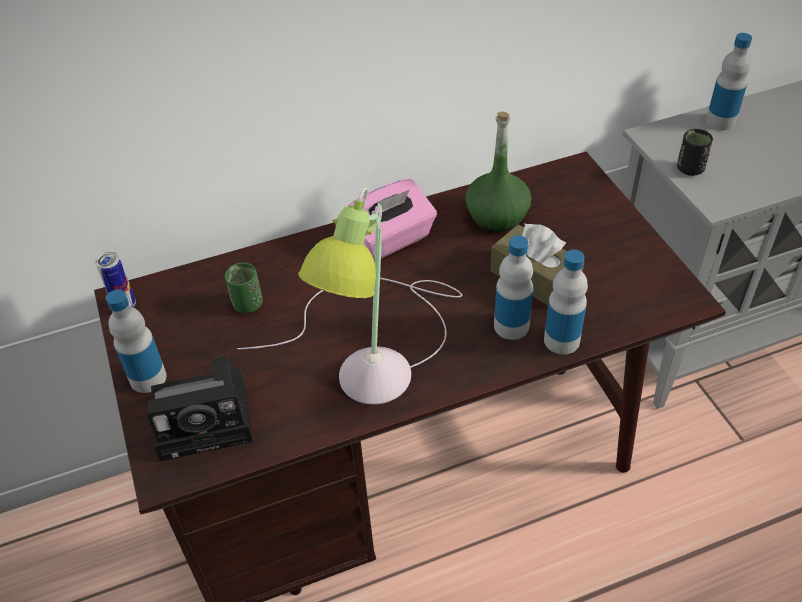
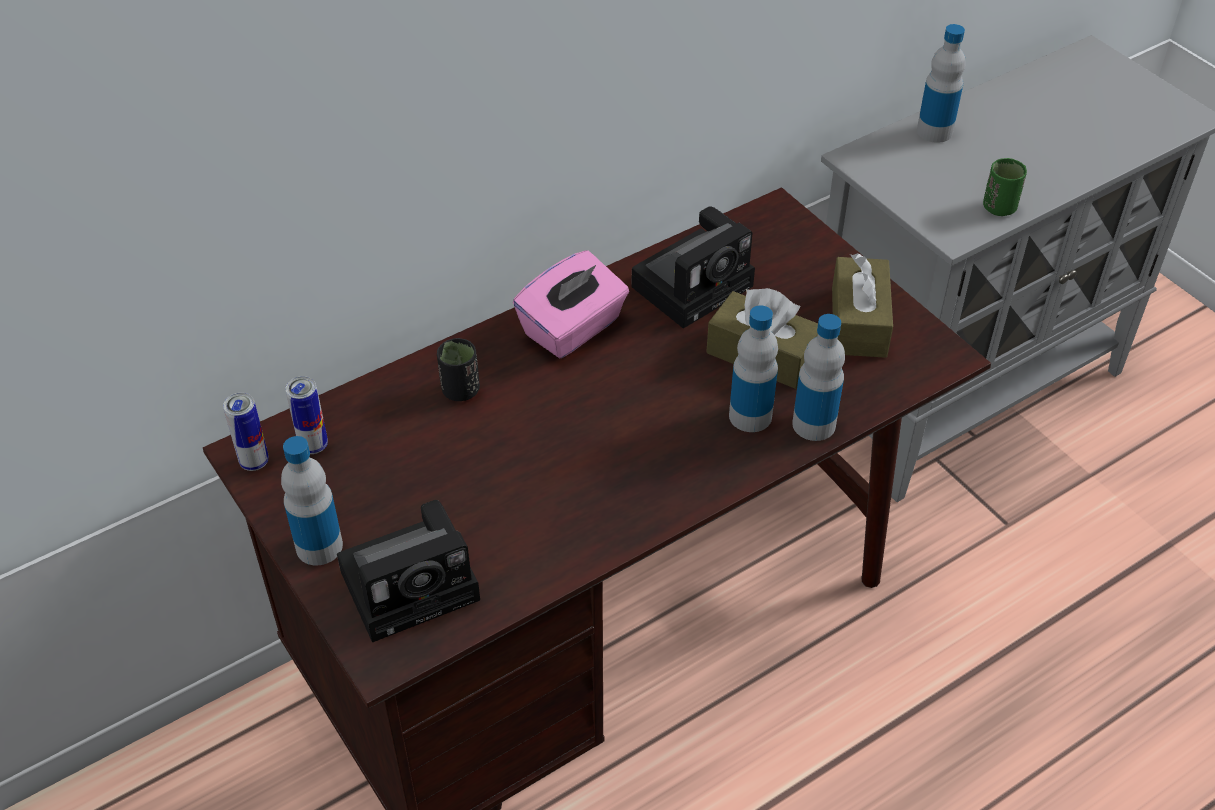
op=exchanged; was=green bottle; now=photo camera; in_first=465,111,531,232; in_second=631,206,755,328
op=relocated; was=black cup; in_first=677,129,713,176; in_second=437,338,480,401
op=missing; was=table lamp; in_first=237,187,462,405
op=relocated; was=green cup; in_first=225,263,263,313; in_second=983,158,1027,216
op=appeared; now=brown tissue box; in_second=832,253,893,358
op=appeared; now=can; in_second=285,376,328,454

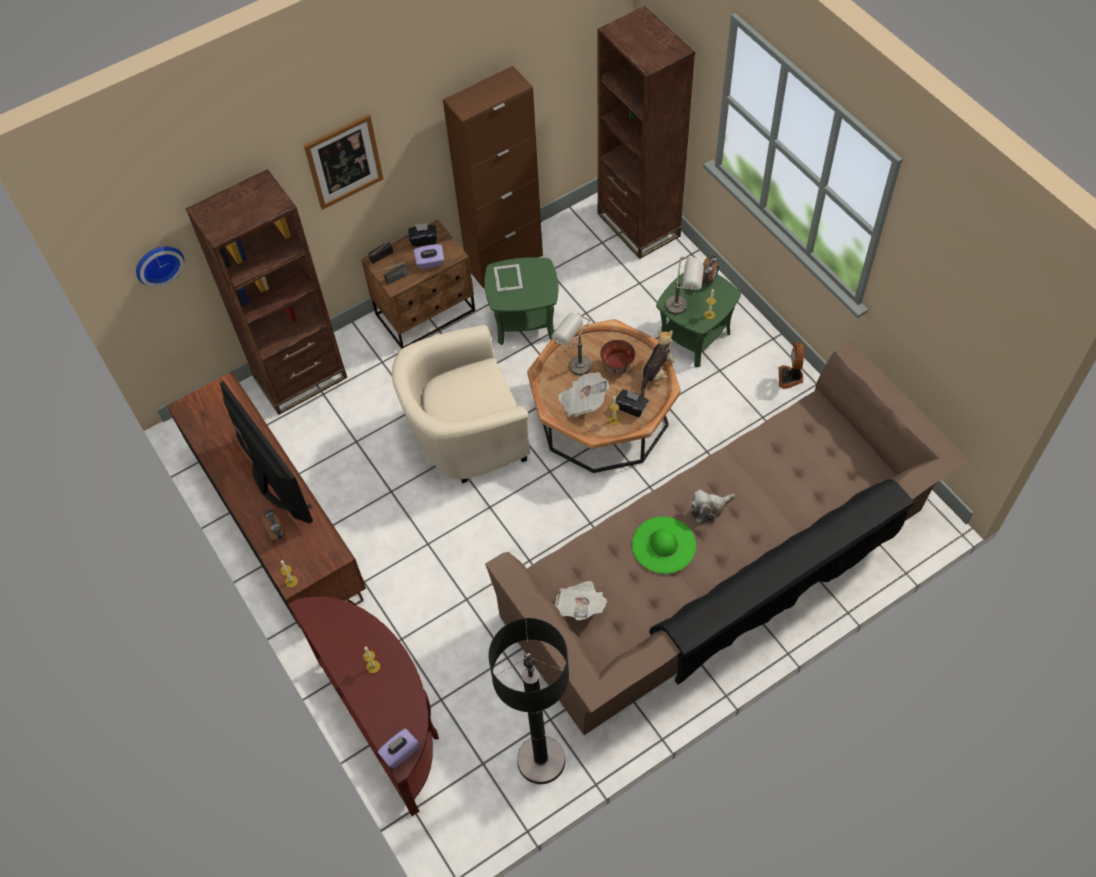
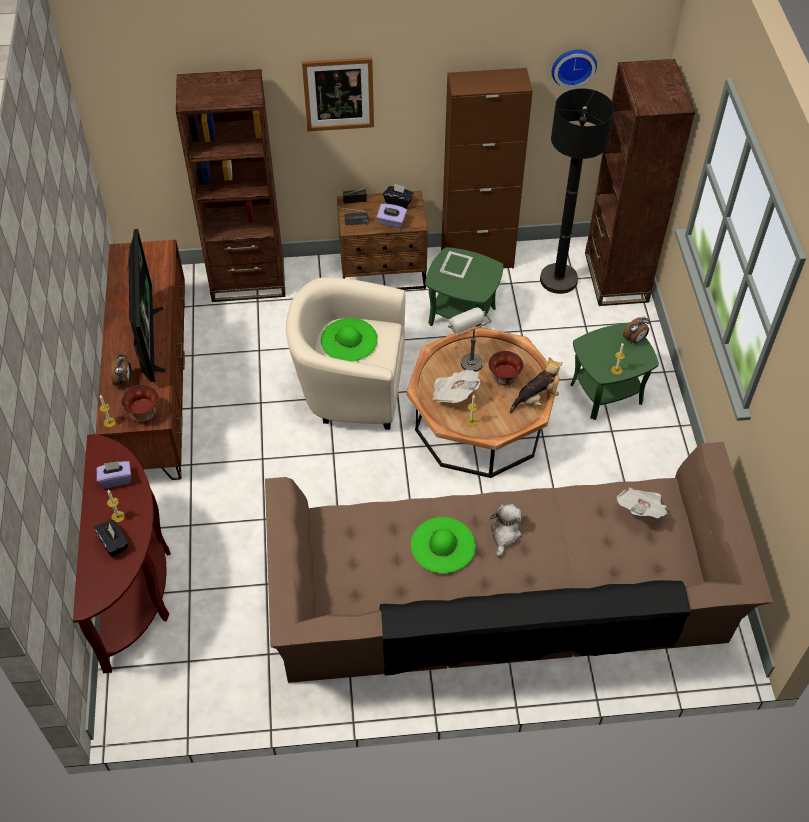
op=relocated; was=wall clock; in_first=136,246,184,287; in_second=552,49,597,89
op=missing; was=grey table lamp; in_first=665,257,704,314
op=missing; was=fan; in_first=779,342,804,389
op=relocated; was=black tissue box; in_first=616,390,649,417; in_second=94,520,128,557
op=spun; was=plush toy; in_first=690,490,735,524; in_second=490,504,522,557; clockwise=105
op=relocated; was=newspaper; in_first=555,581,608,620; in_second=616,488,668,518
op=relocated; was=black floor lamp; in_first=488,618,569,784; in_second=540,88,614,294
op=relocated; was=purple tissue box; in_first=378,729,419,769; in_second=97,461,131,489
op=appeared; now=green hat; in_second=321,318,378,362
op=appeared; now=bowl; in_second=121,385,158,422

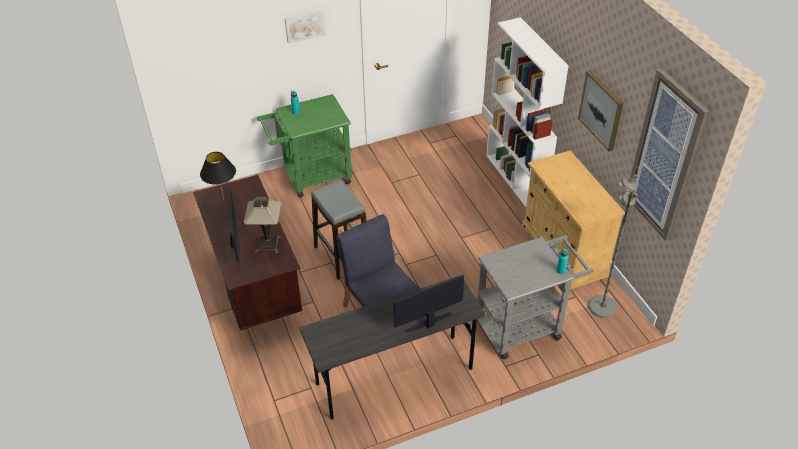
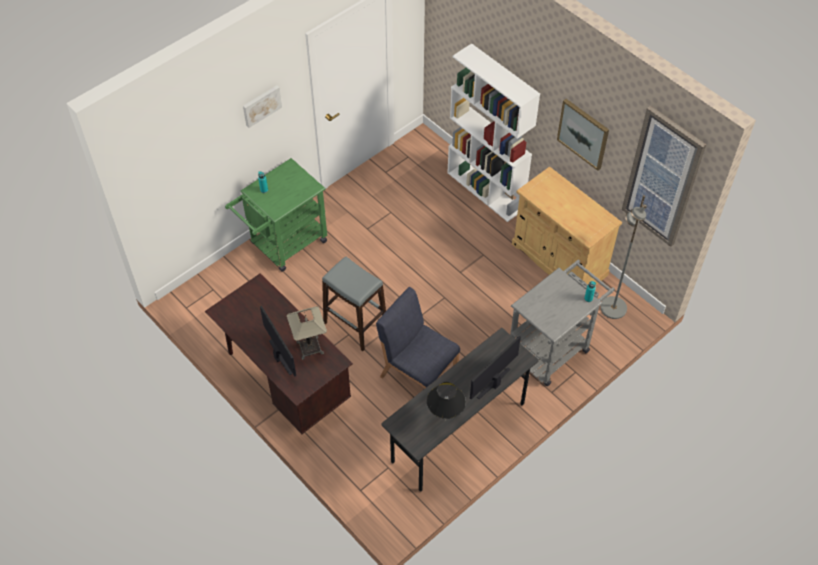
op=relocated; was=black table lamp; in_first=200,152,236,199; in_second=427,382,466,420

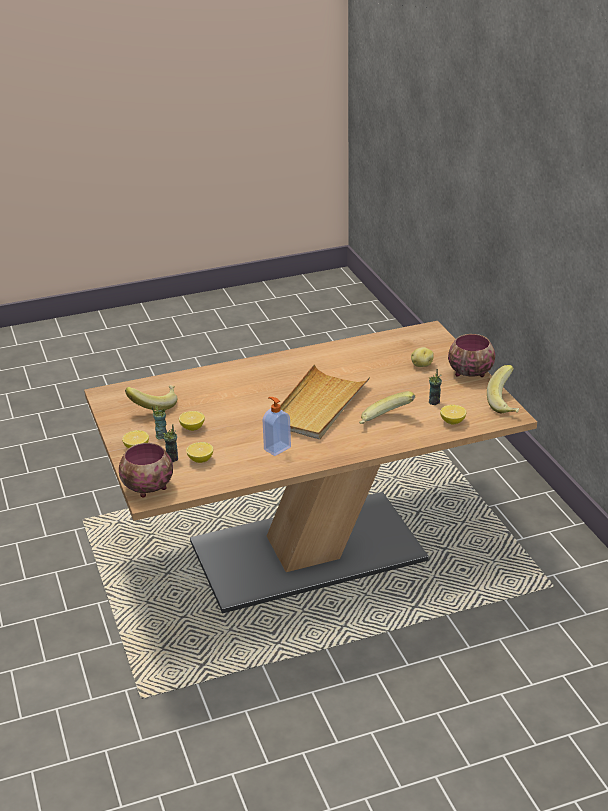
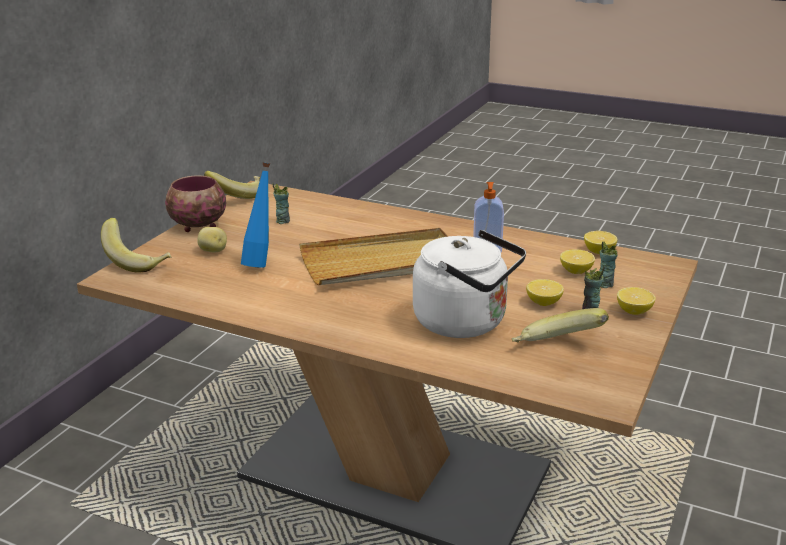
op=relocated; was=banana; in_first=359,391,415,424; in_second=101,218,171,273
op=relocated; was=lemon; in_first=440,405,466,425; in_second=584,231,617,254
op=missing; was=bowl; in_first=119,443,173,498
op=appeared; now=blue bottle; in_second=241,162,270,268
op=appeared; now=white kettle; in_second=413,230,526,338

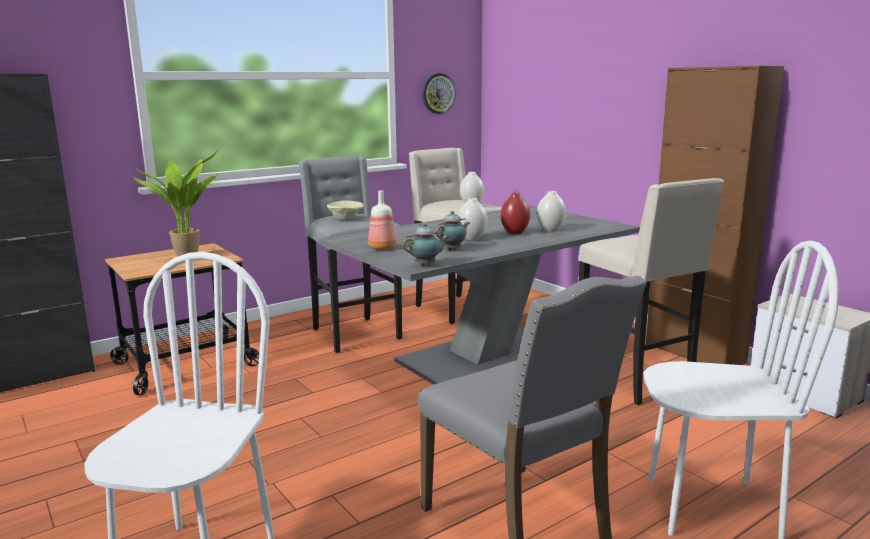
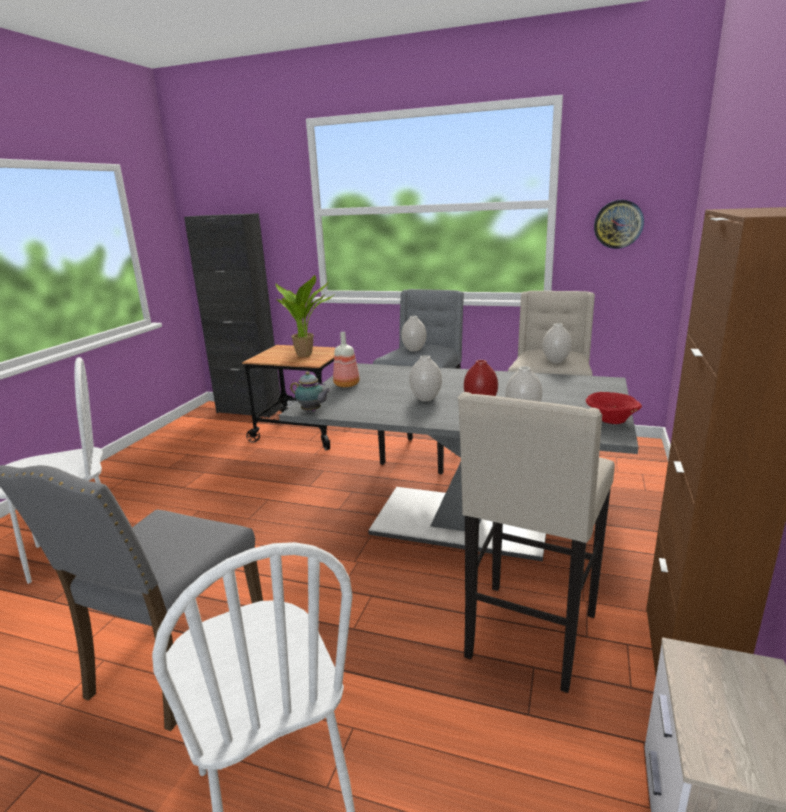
op=exchanged; was=beige bowl; now=white vase; in_first=327,200,364,220; in_second=401,316,426,352
op=missing; was=teapot; in_first=436,211,469,251
op=appeared; now=red bowl; in_second=586,392,642,424

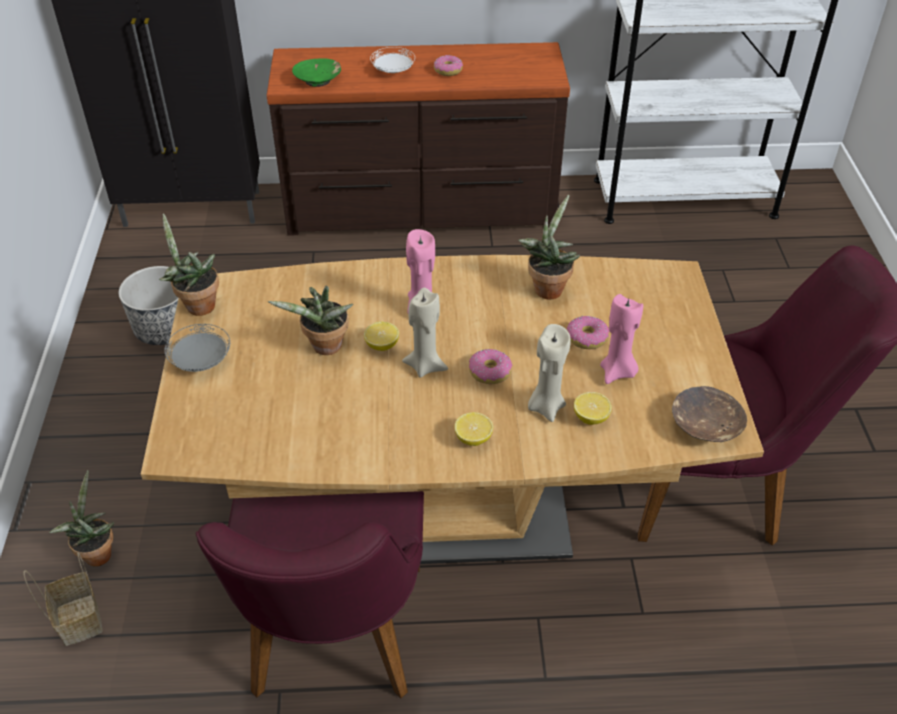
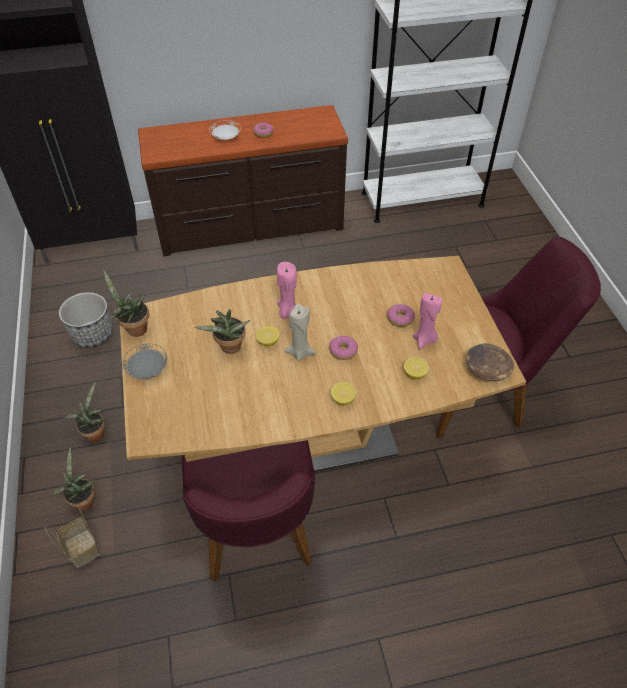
op=missing; was=green bowl; in_first=292,58,341,87
op=relocated; was=potted plant; in_first=518,195,580,300; in_second=64,382,106,442
op=missing; was=beige candle; in_first=528,324,571,422

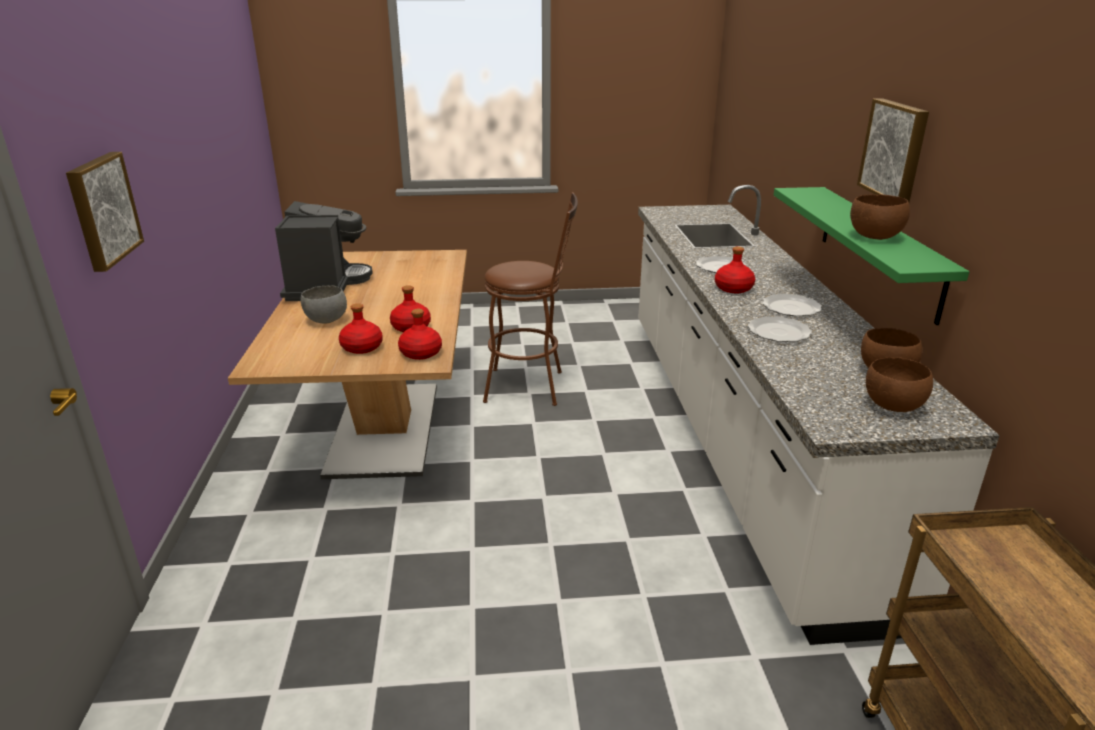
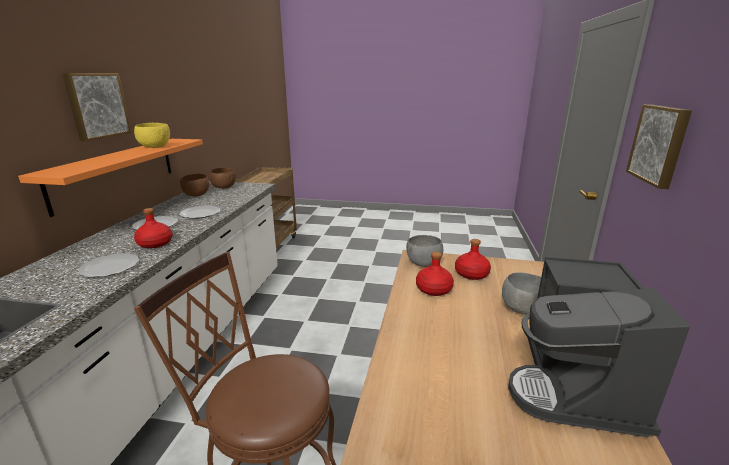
op=colour; was=green shelf; now=orange shelf; in_first=774,187,969,325; in_second=18,139,203,217
op=colour; was=brown bowl; now=yellow bowl; in_first=850,194,910,240; in_second=134,123,170,148
op=exchanged; was=red bottle; now=grey bowl; in_first=398,309,442,360; in_second=406,235,443,267

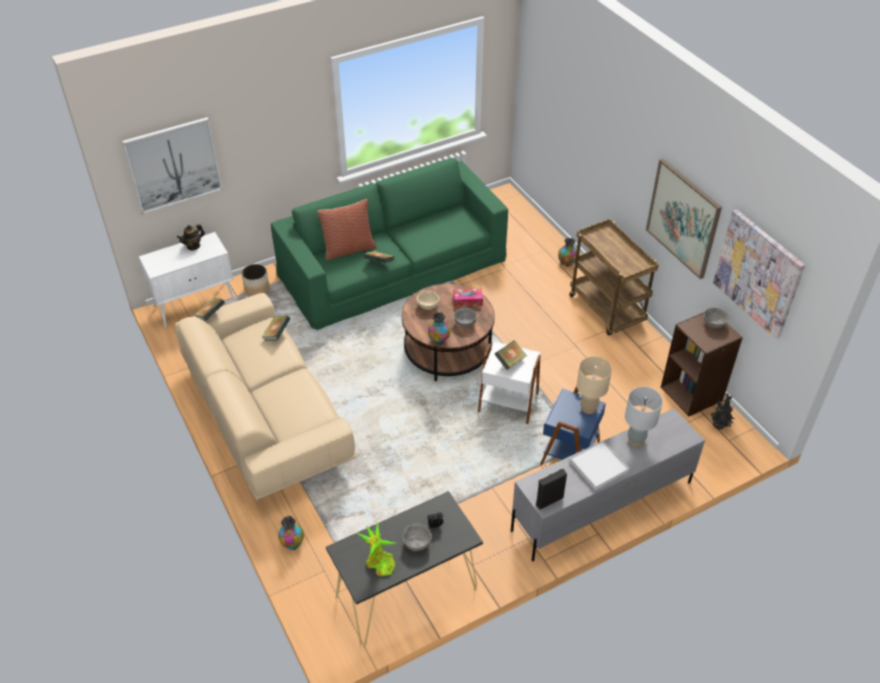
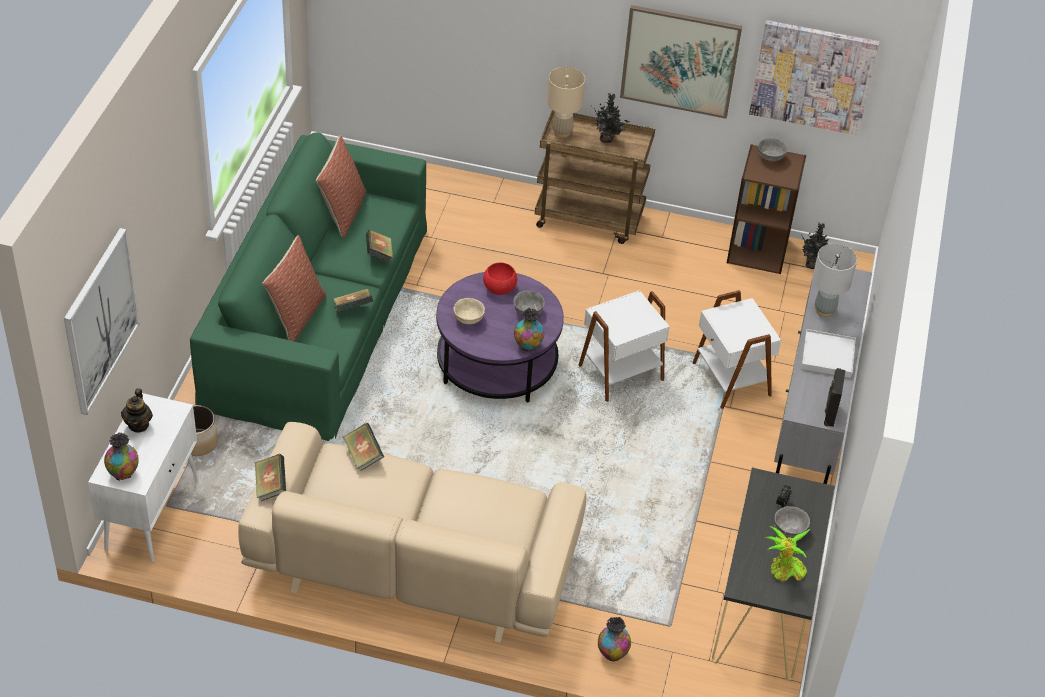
op=relocated; was=vase; in_first=558,238,577,266; in_second=104,432,139,480
op=colour; was=brown coffee table; now=purple coffee table; in_first=402,284,495,381; in_second=436,272,564,402
op=exchanged; was=tissue box; now=red bowl; in_first=453,289,483,307; in_second=483,262,517,295
op=relocated; was=book; in_first=495,340,527,370; in_second=366,230,393,263
op=relocated; was=beige table lamp; in_first=577,356,612,414; in_second=547,67,585,138
op=colour; was=blue side table; now=white side table; in_first=540,386,606,466; in_second=692,290,781,409
op=appeared; now=potted plant; in_second=592,93,630,143
op=appeared; now=pillow; in_second=316,135,367,238

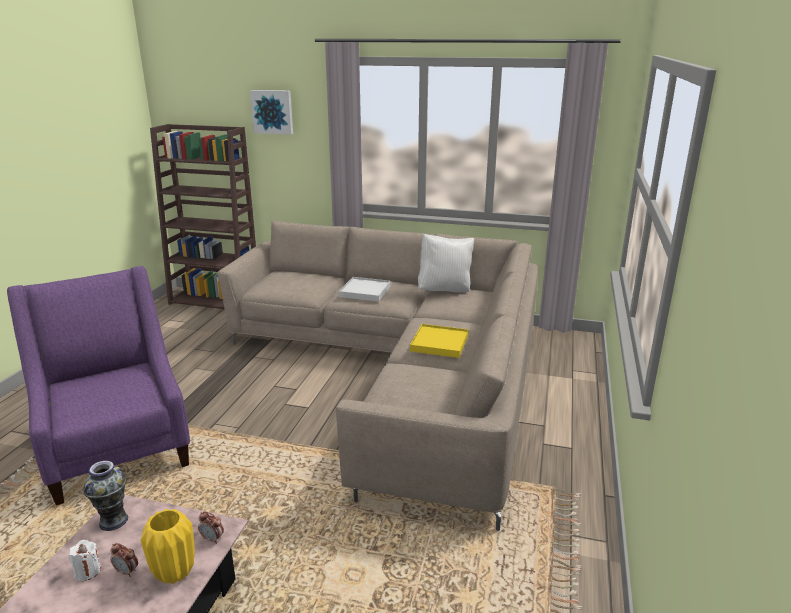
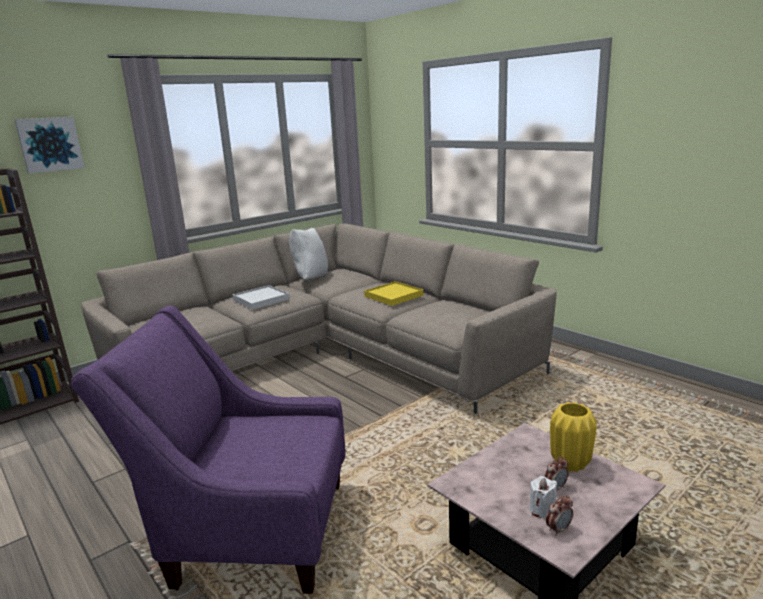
op=missing; was=vase; in_first=83,461,128,531
op=relocated; was=alarm clock; in_first=198,511,224,544; in_second=546,495,573,536

